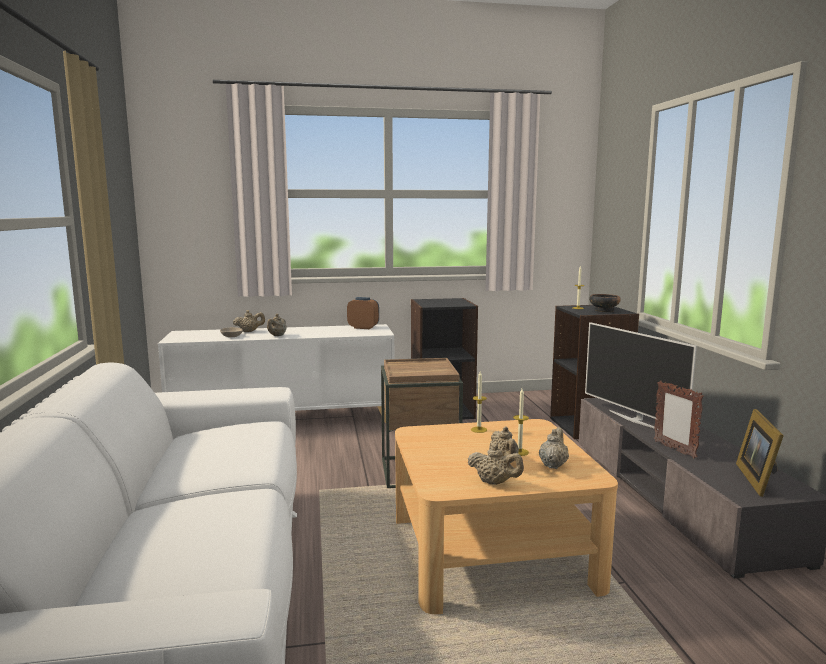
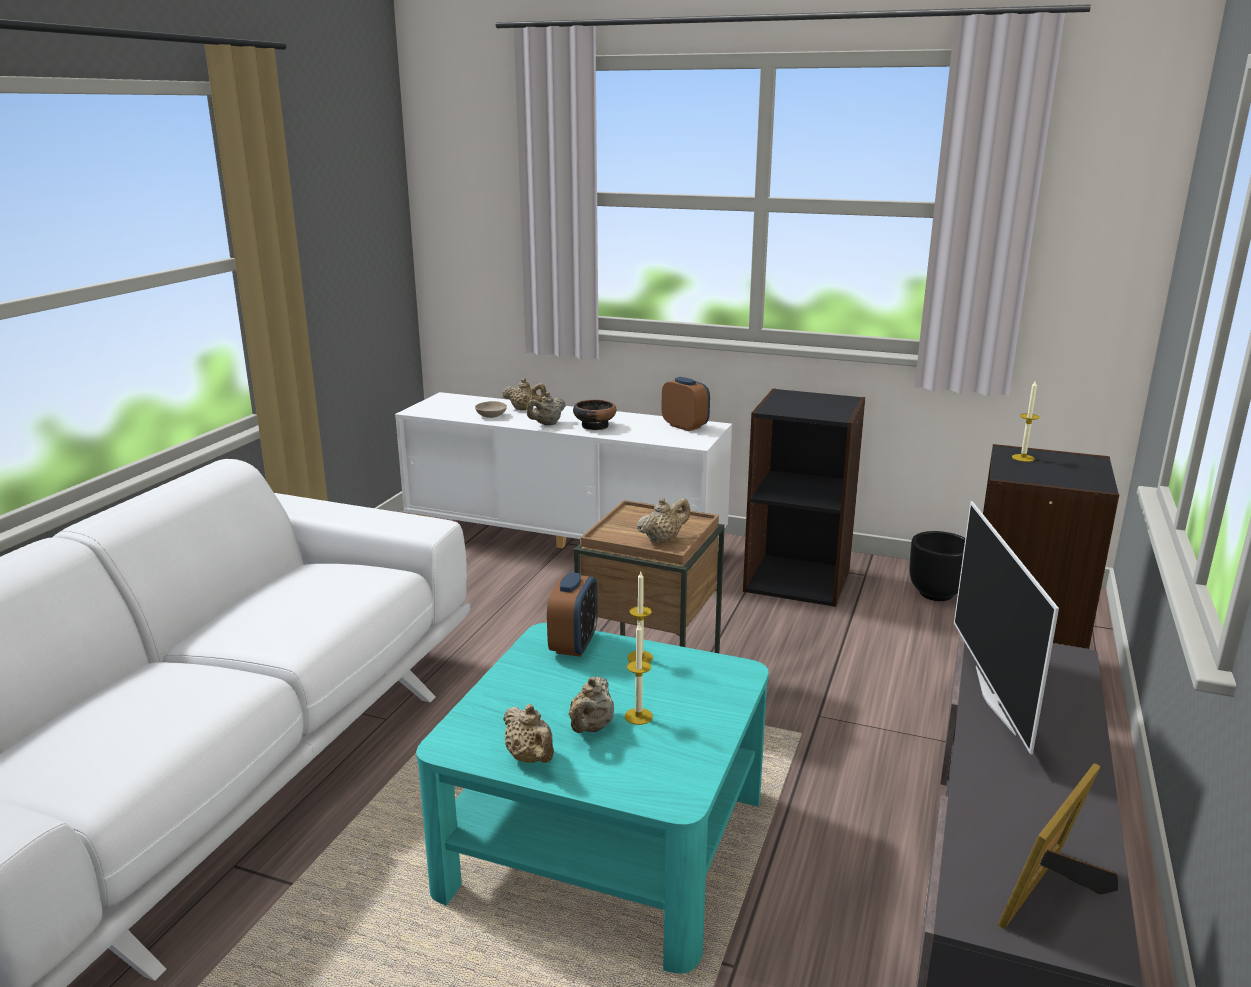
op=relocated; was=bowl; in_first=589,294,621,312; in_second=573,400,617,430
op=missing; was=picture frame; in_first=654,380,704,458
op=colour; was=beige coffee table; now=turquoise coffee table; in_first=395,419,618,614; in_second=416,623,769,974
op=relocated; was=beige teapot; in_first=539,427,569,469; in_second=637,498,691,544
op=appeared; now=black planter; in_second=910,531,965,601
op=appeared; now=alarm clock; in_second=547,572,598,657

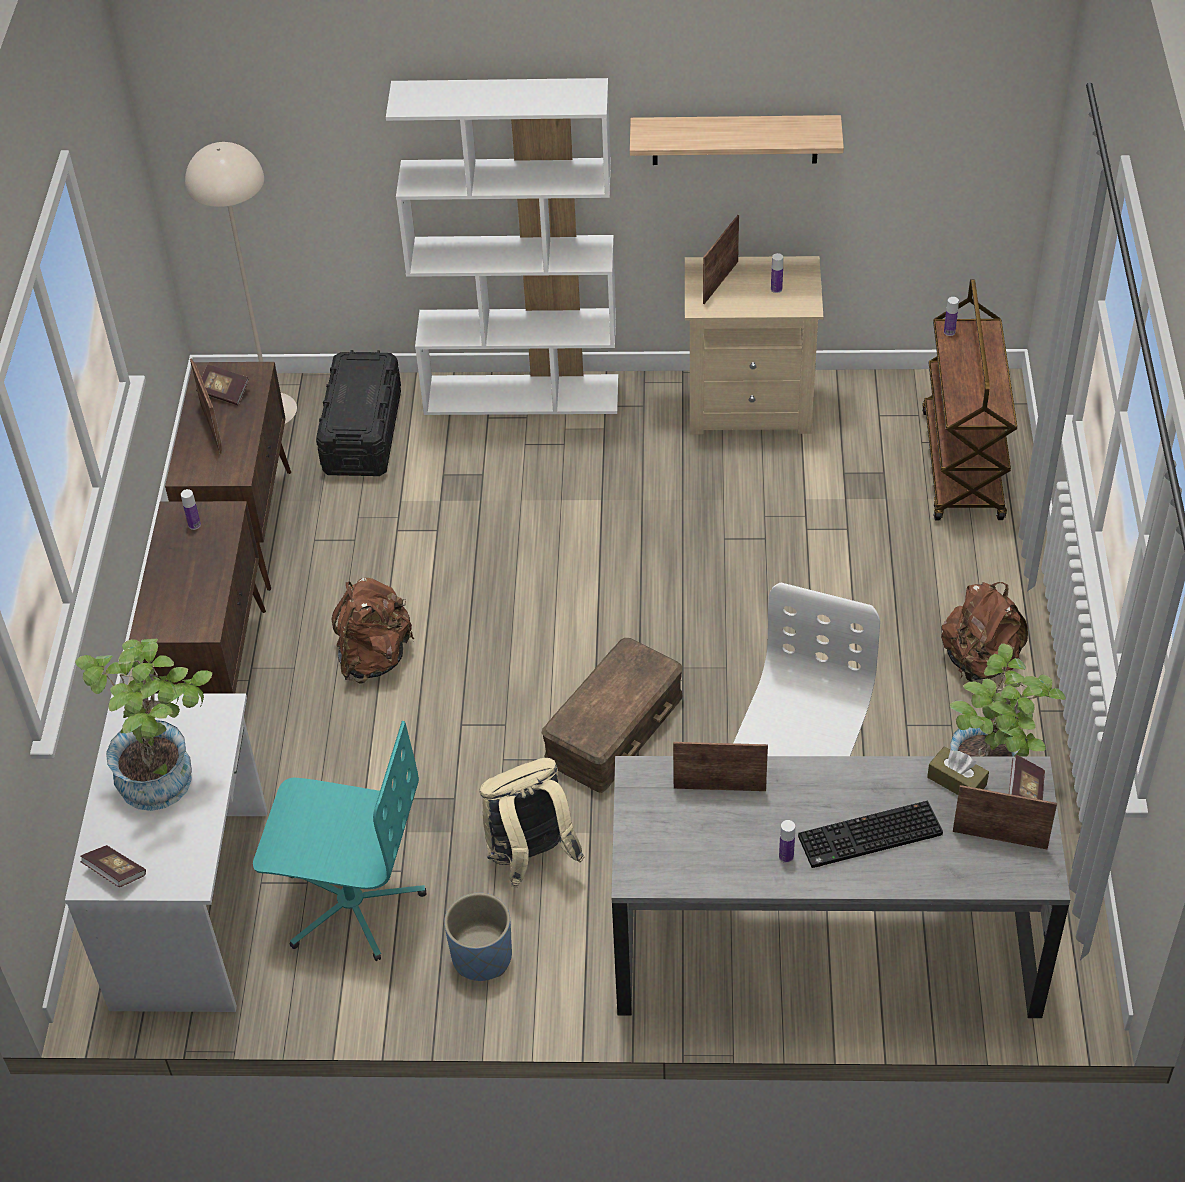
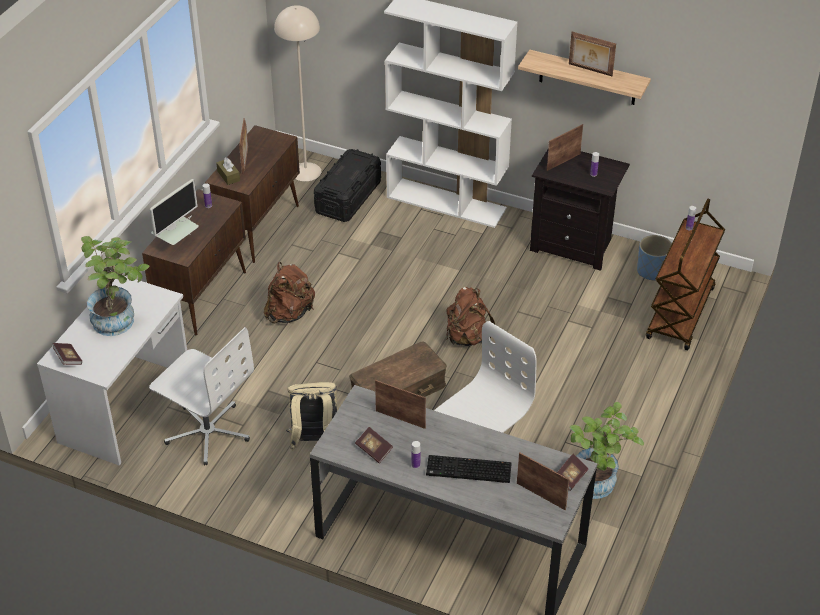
op=colour; was=beige nightstand; now=black nightstand; in_first=685,256,823,434; in_second=530,150,630,271
op=relocated; was=book; in_first=196,365,249,405; in_second=355,427,393,464
op=relocated; was=brown backpack; in_first=941,582,1028,682; in_second=446,287,496,346
op=colour; was=turquoise office chair; now=white office chair; in_first=253,721,427,961; in_second=149,327,254,465
op=relocated; was=brown tissue box; in_first=927,746,989,795; in_second=216,157,240,185
op=relocated; was=blue planter; in_first=444,892,512,981; in_second=637,235,672,280
op=appeared; now=picture frame; in_second=569,32,616,76
op=appeared; now=monitor; in_second=150,179,199,245

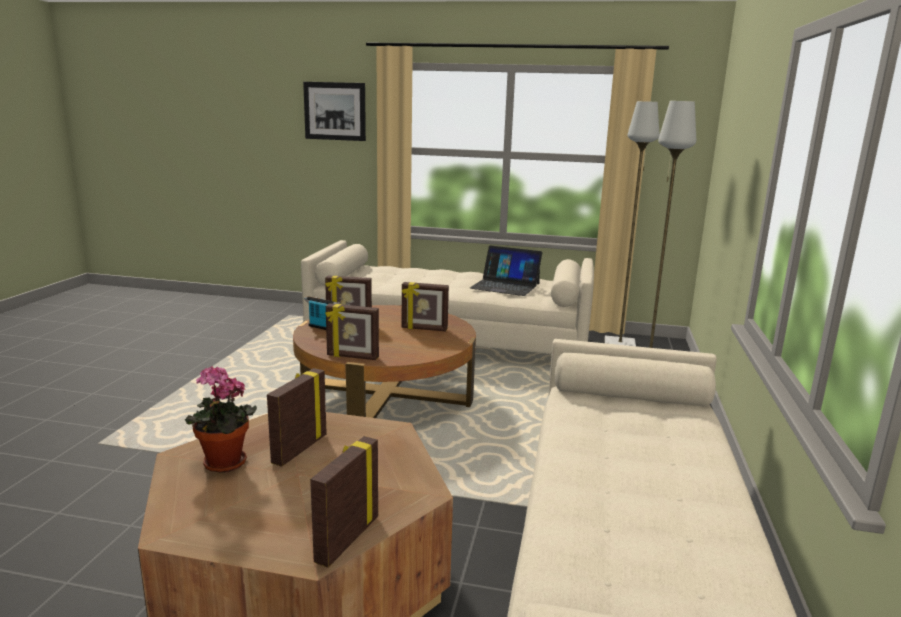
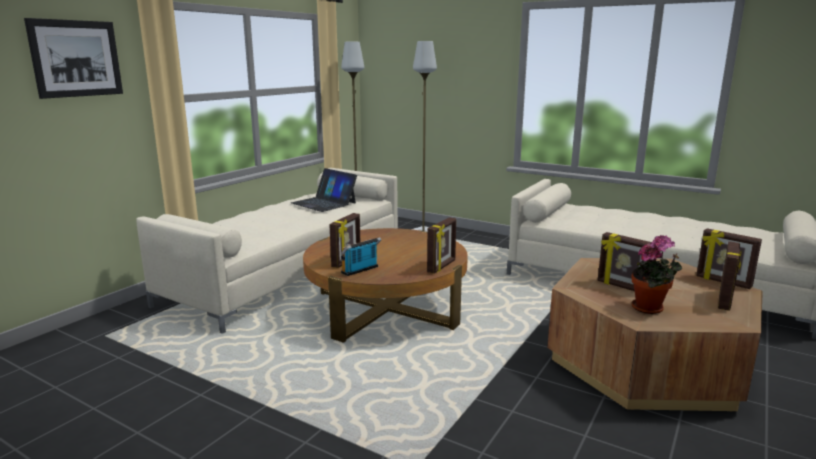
op=spun; was=laptop; in_first=470,246,542,296; in_second=291,168,357,212; clockwise=90
op=relocated; was=picture frame; in_first=402,282,449,331; in_second=718,241,741,311

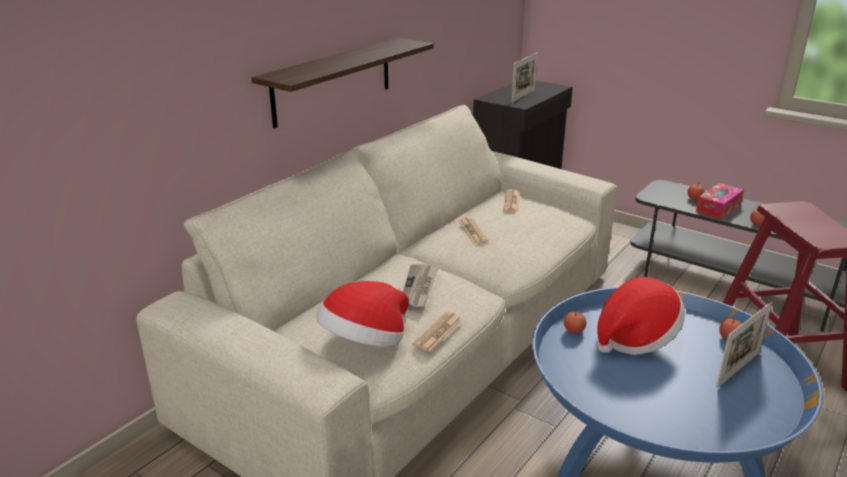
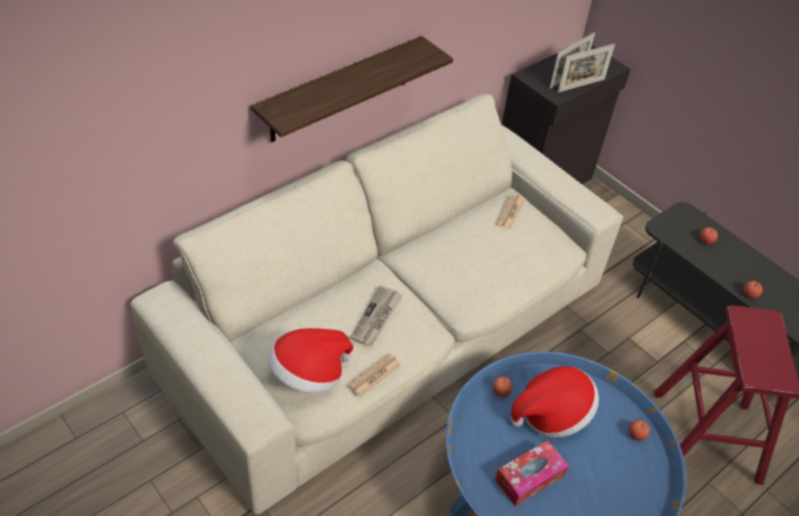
op=relocated; was=tissue box; in_first=696,183,744,220; in_second=495,440,569,506
op=missing; was=newspaper; in_first=459,217,489,244
op=relocated; was=picture frame; in_first=716,302,772,388; in_second=558,44,615,93

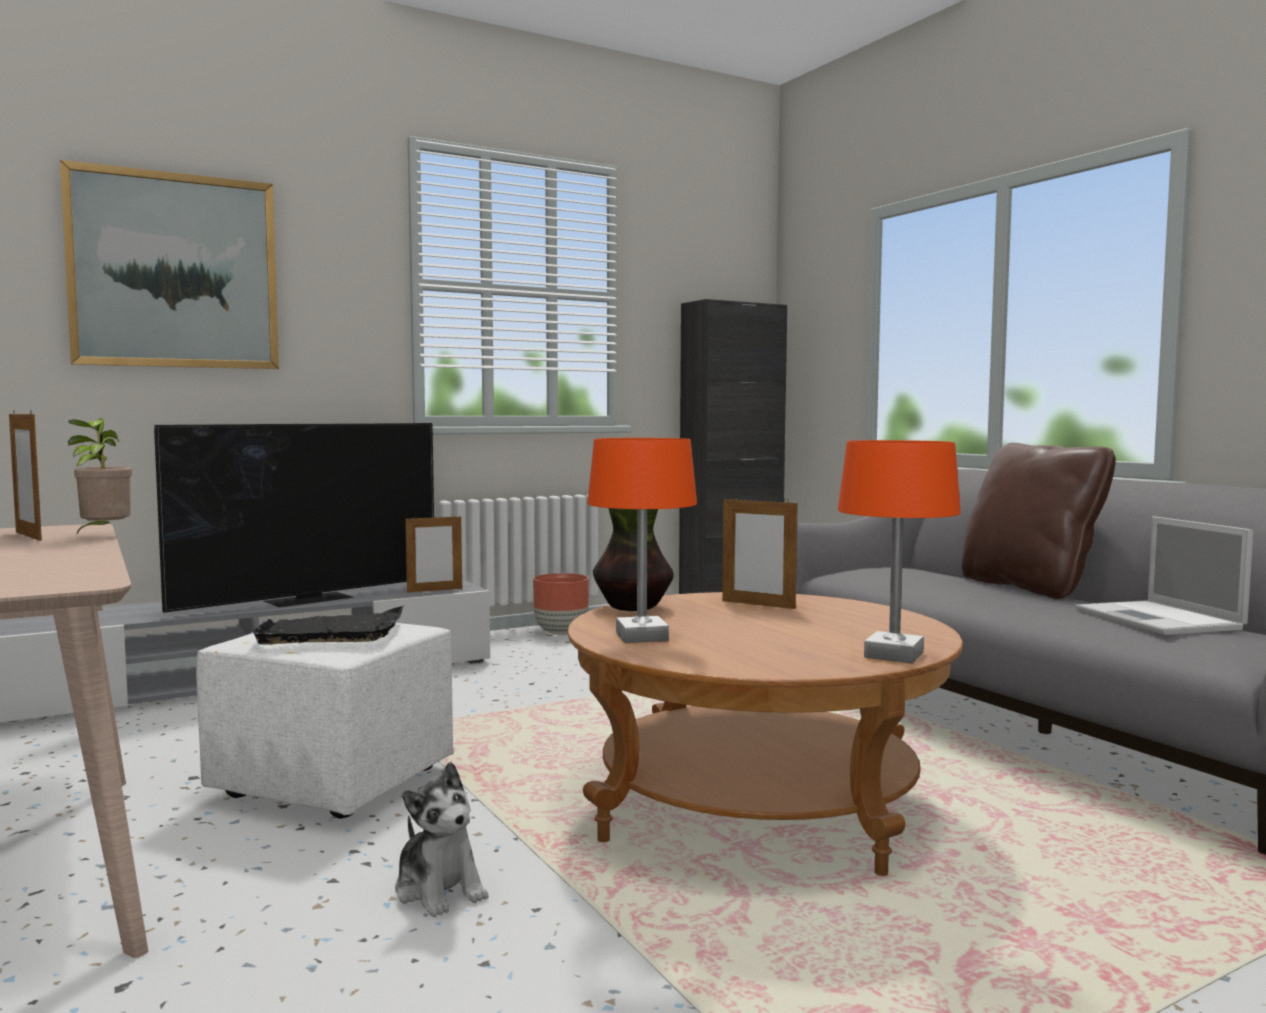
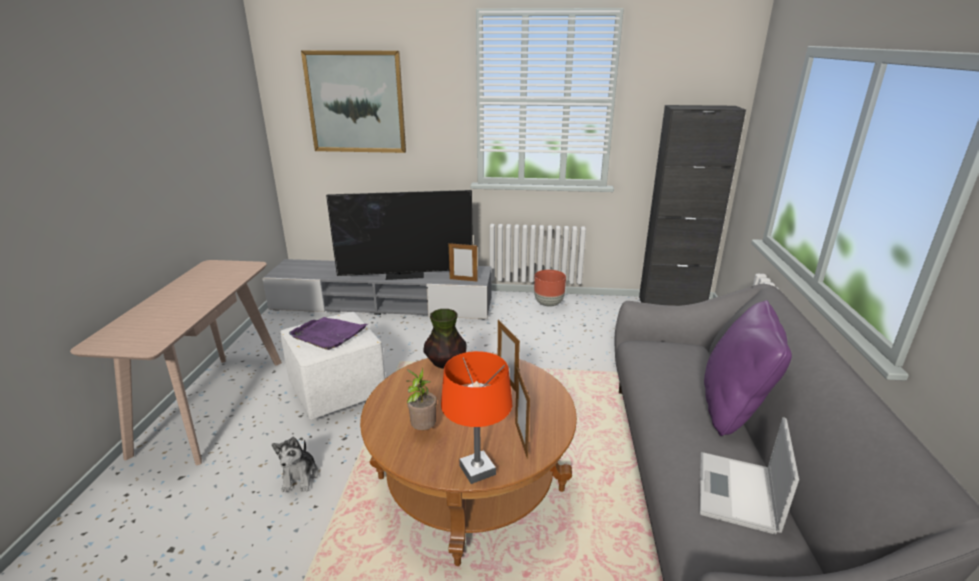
op=relocated; was=picture frame; in_first=9,410,42,541; in_second=515,367,530,459
op=relocated; was=potted plant; in_first=68,418,132,535; in_second=407,367,437,430
op=missing; was=orange table lamp; in_first=587,438,697,643
op=colour; was=brown pillow; now=purple pillow; in_first=961,443,1116,599; in_second=704,300,792,436
op=colour; was=black tray; now=purple tray; in_first=250,606,404,645; in_second=289,317,368,350

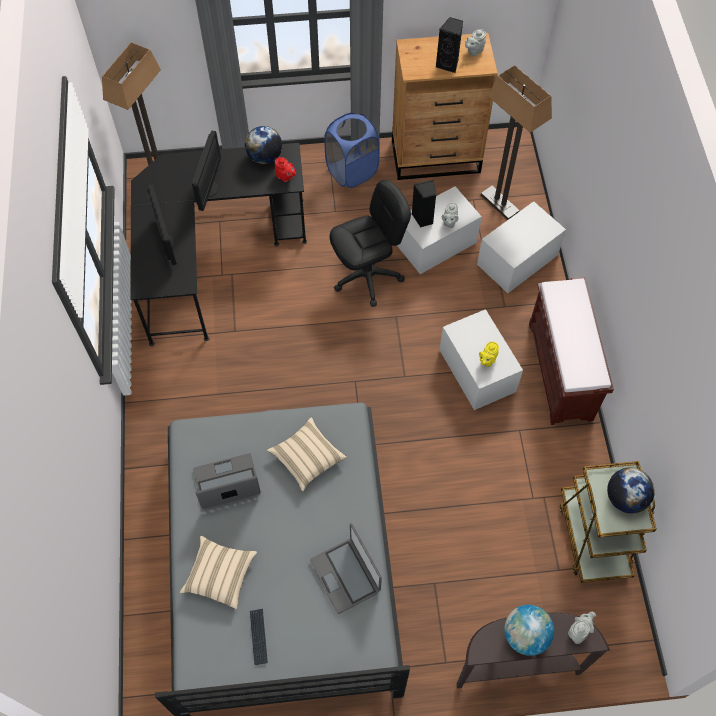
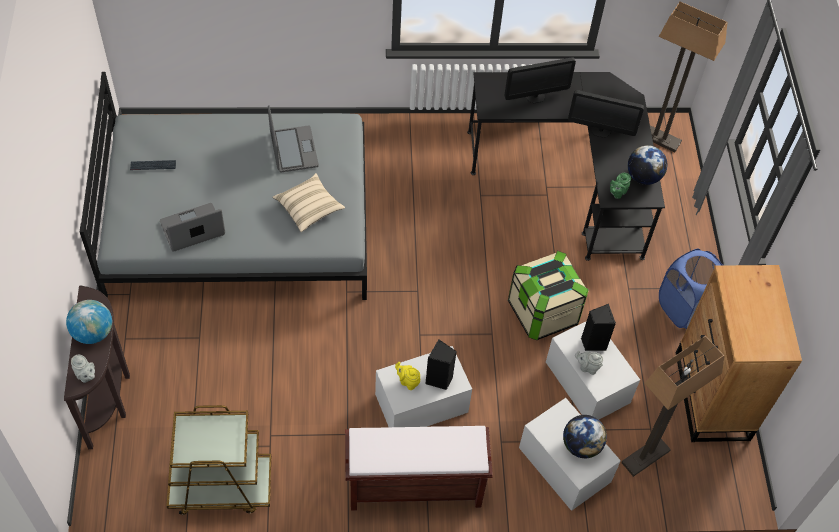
op=relocated; was=black speaker; in_first=436,17,463,73; in_second=425,340,457,390
op=missing; was=grey teapot; in_first=465,29,486,56
op=colour; was=red teapot; now=green teapot; in_first=275,157,296,182; in_second=610,173,631,199
op=exchanged; was=black office chair; now=storage box; in_first=330,180,411,307; in_second=508,251,589,340
op=relocated; was=globe; in_first=607,467,655,513; in_second=563,415,607,458
op=missing; was=beige pillow; in_first=180,536,257,609

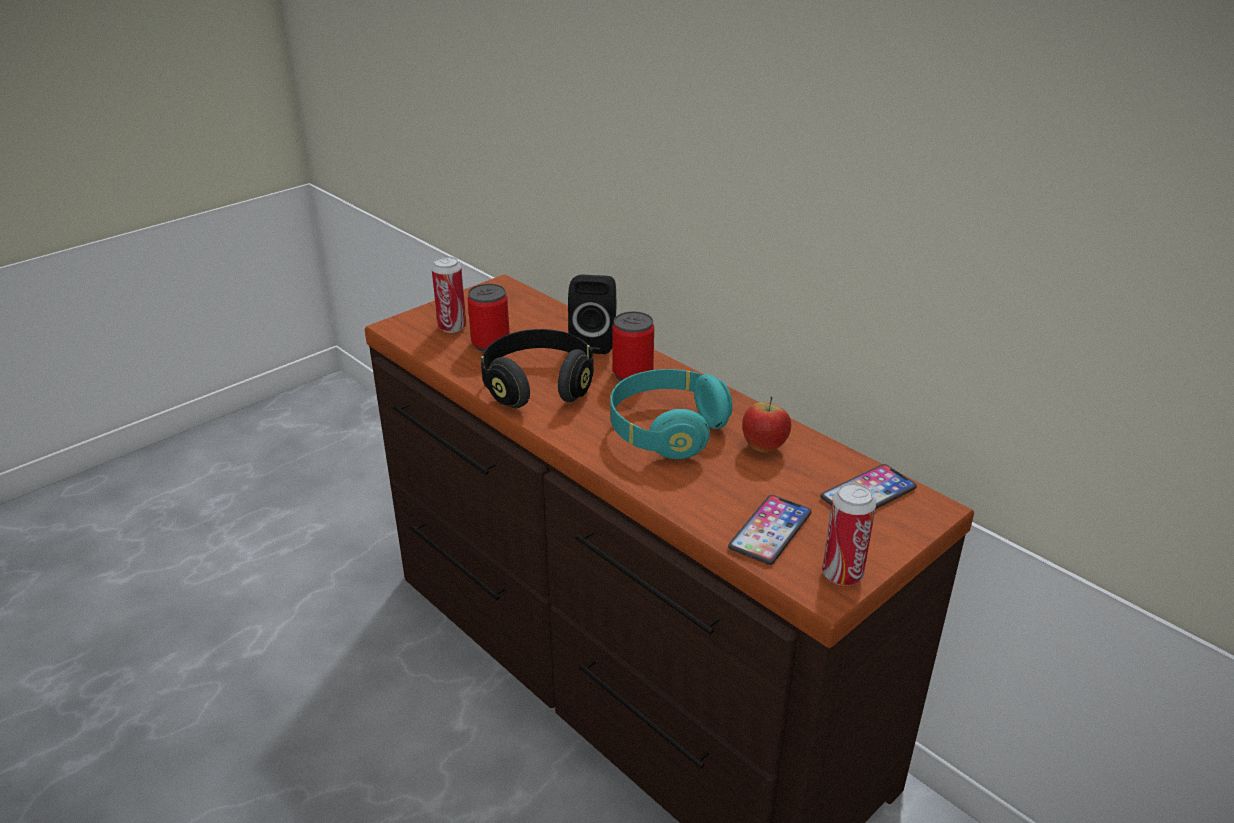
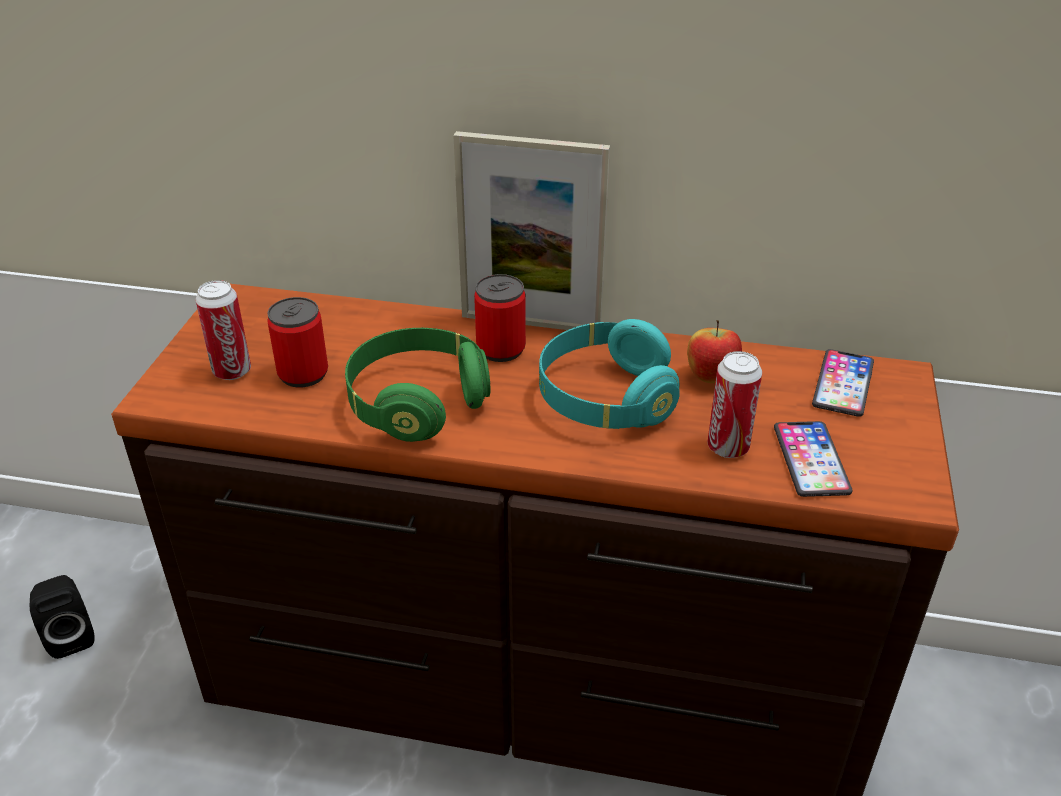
op=relocated; was=black speaker; in_first=568,275,616,354; in_second=30,575,95,659
op=colour; was=black headphones; now=green headphones; in_first=481,329,594,408; in_second=345,328,490,442
op=relocated; was=can; in_first=822,483,876,586; in_second=707,351,762,458
op=appeared; now=picture frame; in_second=453,131,610,330

